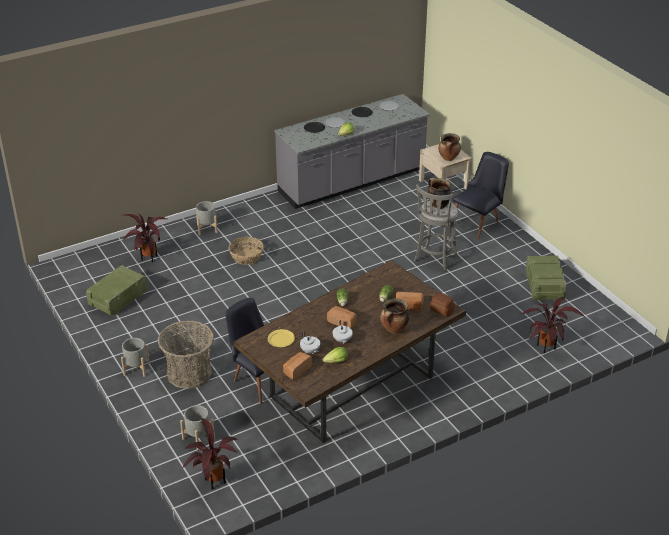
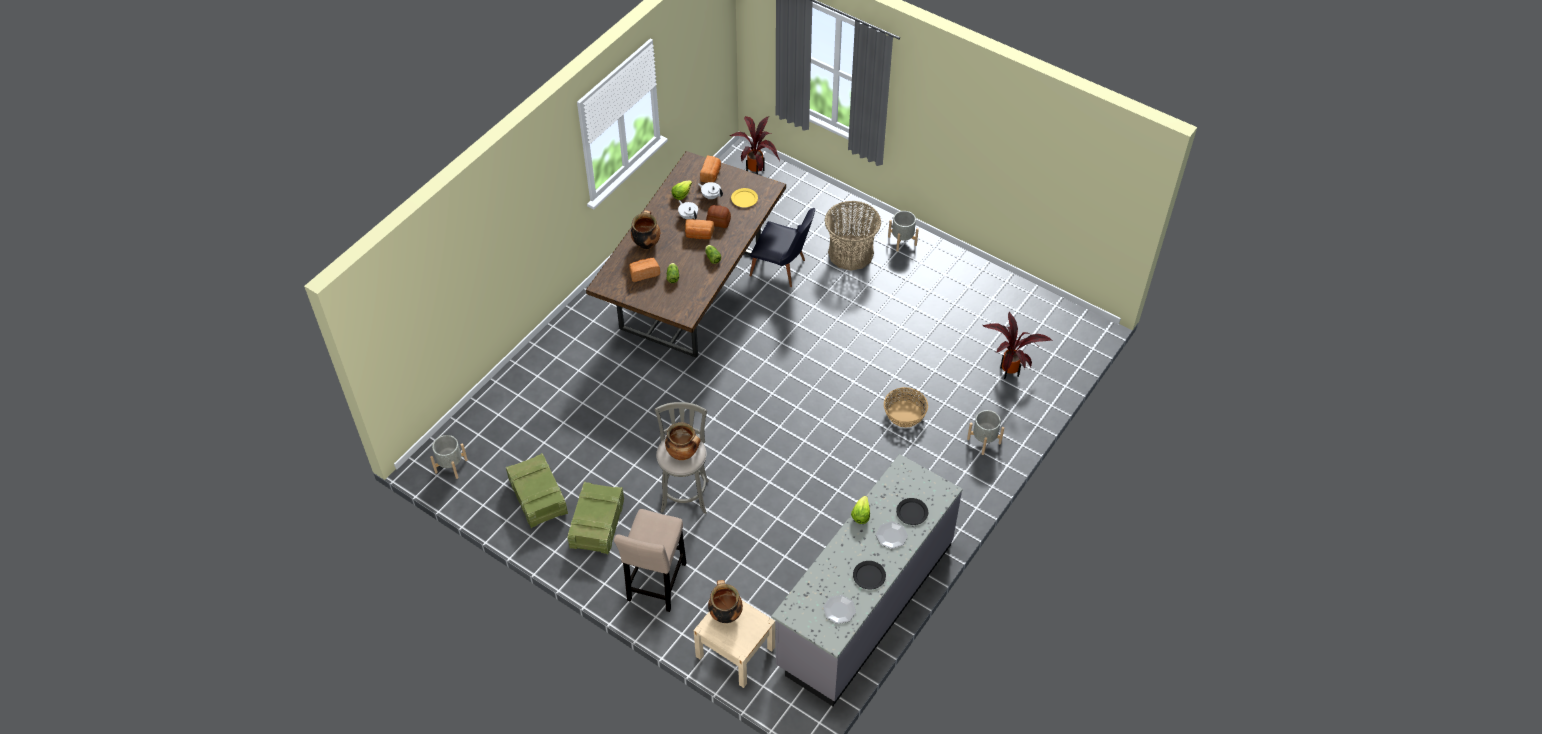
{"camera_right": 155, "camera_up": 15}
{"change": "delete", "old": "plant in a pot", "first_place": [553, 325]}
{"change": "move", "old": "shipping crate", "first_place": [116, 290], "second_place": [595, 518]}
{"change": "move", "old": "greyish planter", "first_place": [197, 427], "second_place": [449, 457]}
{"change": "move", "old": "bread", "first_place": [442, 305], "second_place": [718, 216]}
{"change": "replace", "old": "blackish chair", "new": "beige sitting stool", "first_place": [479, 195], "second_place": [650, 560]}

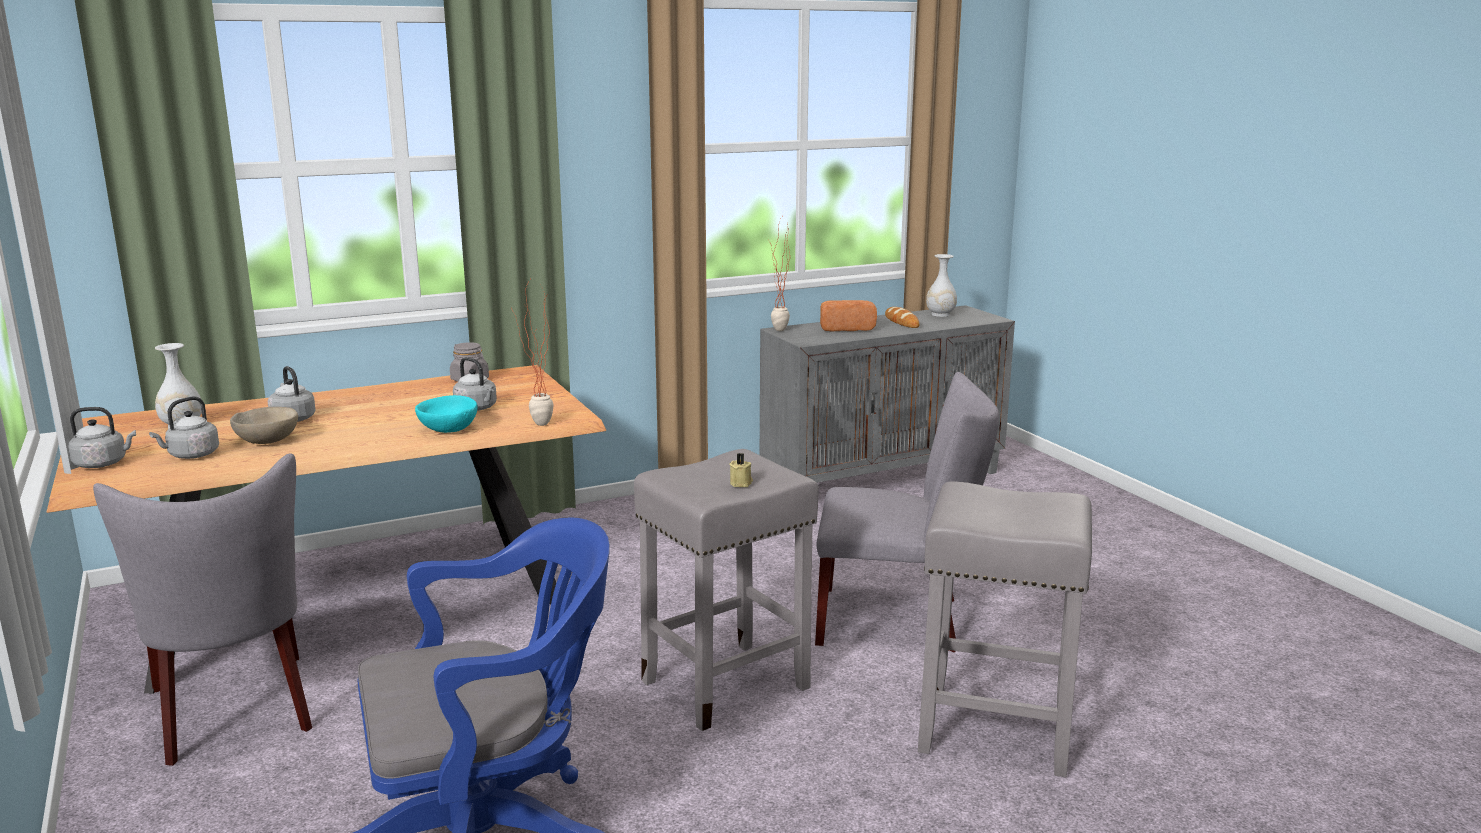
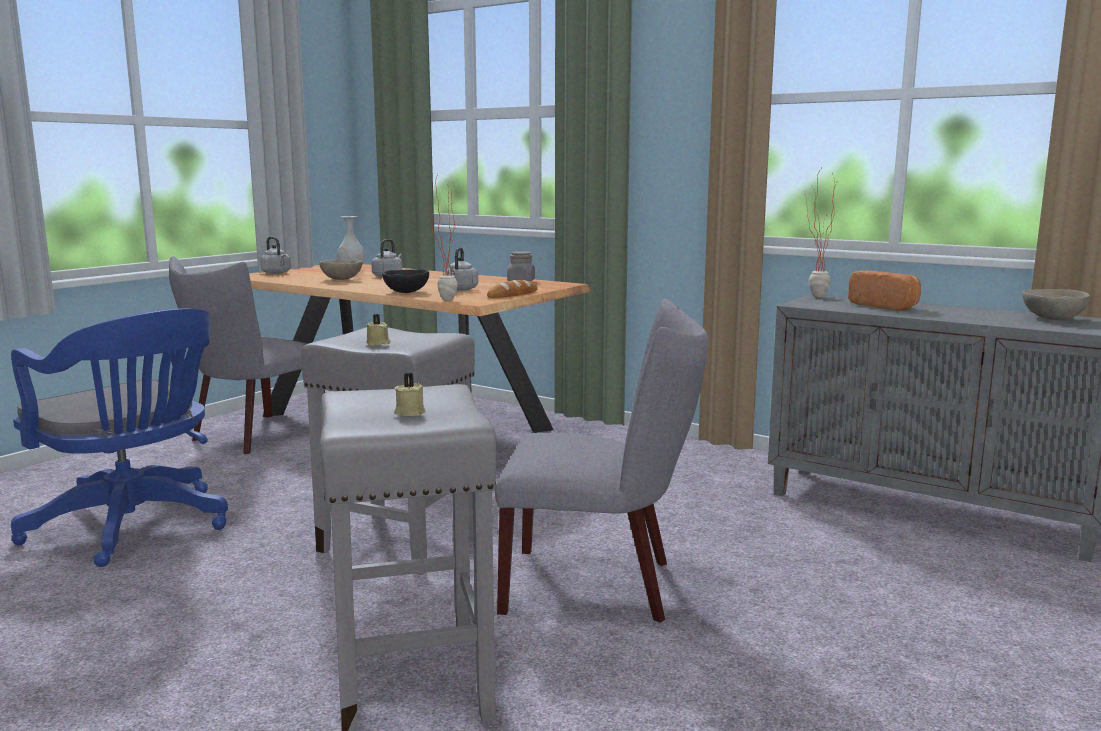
{"camera_right": 60, "camera_up": -5}
{"change": "delete", "old": "greyish tea kettle", "first_place": [184, 427]}
{"change": "insert", "new": "beige candle", "second_place": [410, 394]}
{"change": "move", "old": "bread", "first_place": [902, 317], "second_place": [512, 289]}
{"change": "replace", "old": "whitish flower vase", "new": "beige deep dish", "first_place": [941, 285], "second_place": [1056, 304]}
{"change": "recolor", "old": "blue-green deep dish", "new": "blackish deep dish", "first_place": [446, 414], "second_place": [405, 281]}
{"change": "rotate", "old": "greyish chair", "first_place": [907, 512], "second_place": [601, 461], "degrees": -60}

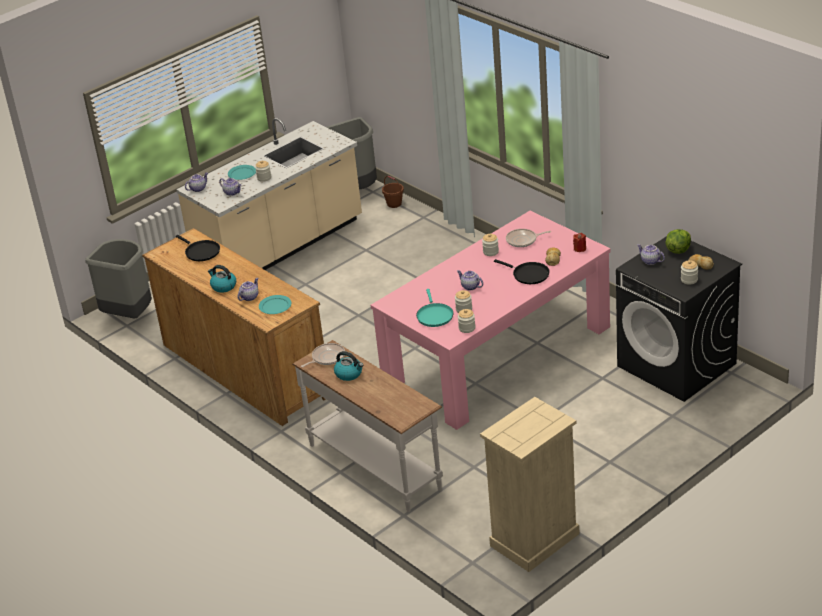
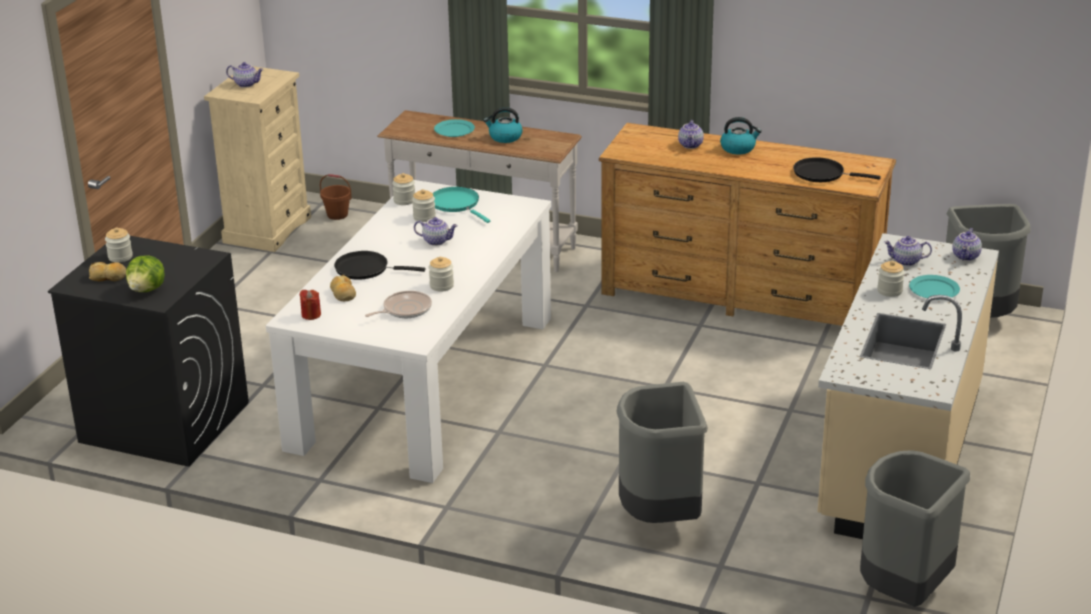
{"camera_right": 150, "camera_up": -5}
{"change": "delete", "old": "pan", "first_place": [323, 355]}
{"change": "insert", "new": "greyish rubbish bin", "second_place": [662, 452]}
{"change": "move", "old": "blue-green flat dish", "first_place": [275, 304], "second_place": [454, 128]}
{"change": "move", "old": "brownish bucket", "first_place": [393, 192], "second_place": [336, 197]}
{"change": "move", "old": "pot for tea", "first_place": [651, 254], "second_place": [244, 75]}
{"change": "recolor", "old": "pinkish dining table", "new": "whitish dining table", "first_place": [490, 320], "second_place": [408, 331]}

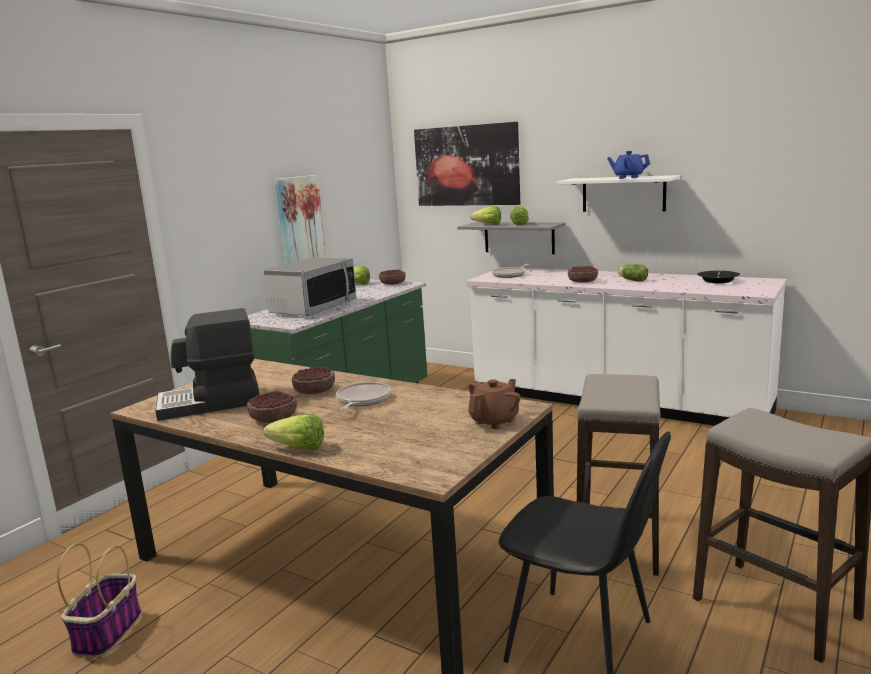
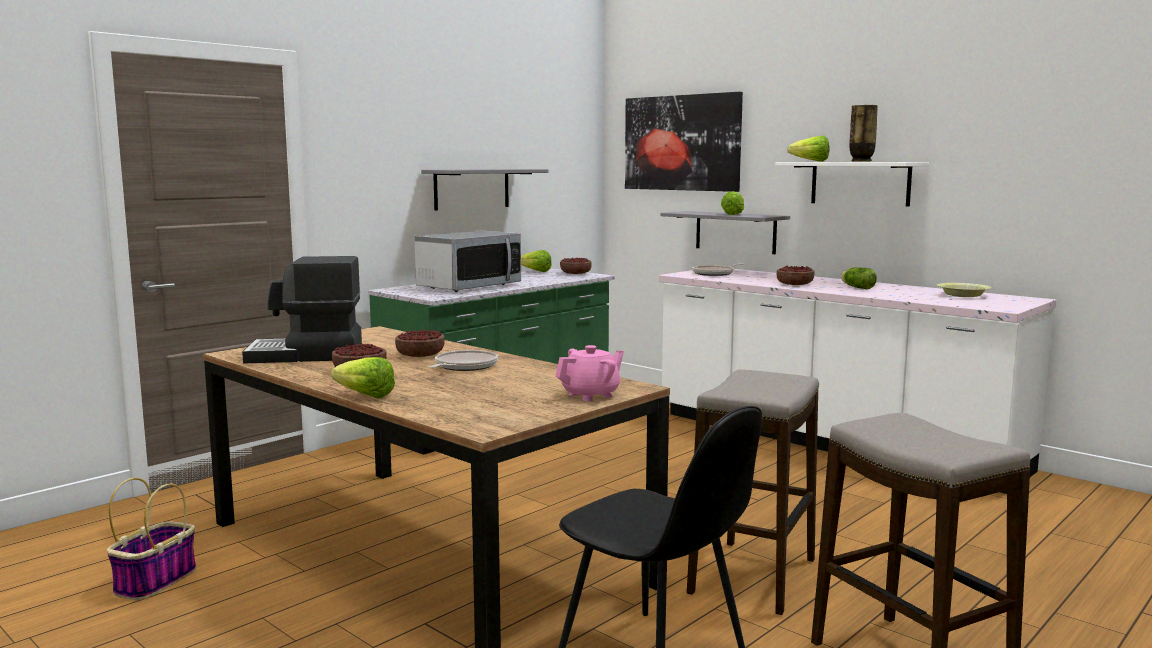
{"camera_right": 10, "camera_up": -5}
{"change": "move", "old": "lettuce", "first_place": [486, 215], "second_place": [808, 149]}
{"change": "replace", "old": "wall art", "new": "greyish shelf", "first_place": [300, 220], "second_place": [484, 189]}
{"change": "replace", "old": "blue pot for tea", "new": "flower vase", "first_place": [628, 165], "second_place": [863, 133]}
{"change": "recolor", "old": "brownish pot for tea", "new": "pinkish pot for tea", "first_place": [494, 404], "second_place": [589, 373]}
{"change": "recolor", "old": "blackish deep dish", "new": "yellow deep dish", "first_place": [718, 277], "second_place": [964, 290]}

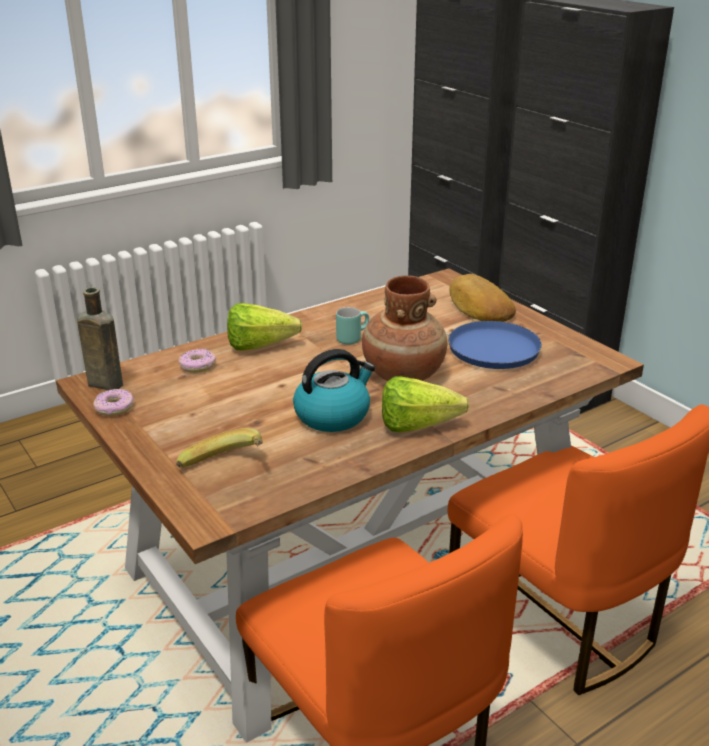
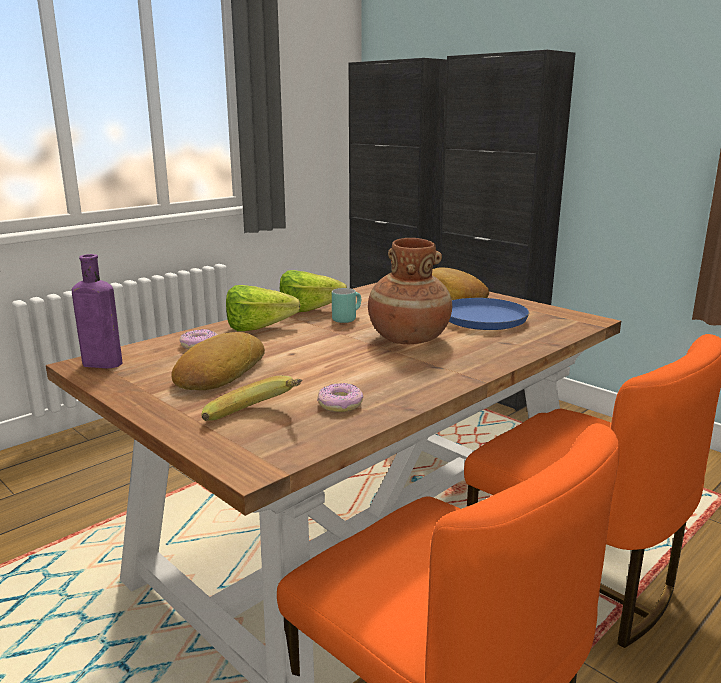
{"camera_right": -10, "camera_up": -10}
{"change": "delete", "old": "tea kettle", "first_place": [334, 390]}
{"change": "insert", "new": "bread", "second_place": [218, 361]}
{"change": "move", "old": "ring doughnut", "first_place": [113, 402], "second_place": [340, 397]}
{"change": "move", "old": "lettuce", "first_place": [425, 404], "second_place": [313, 291]}
{"change": "recolor", "old": "brownish bottle", "new": "purplish bottle", "first_place": [100, 338], "second_place": [97, 311]}

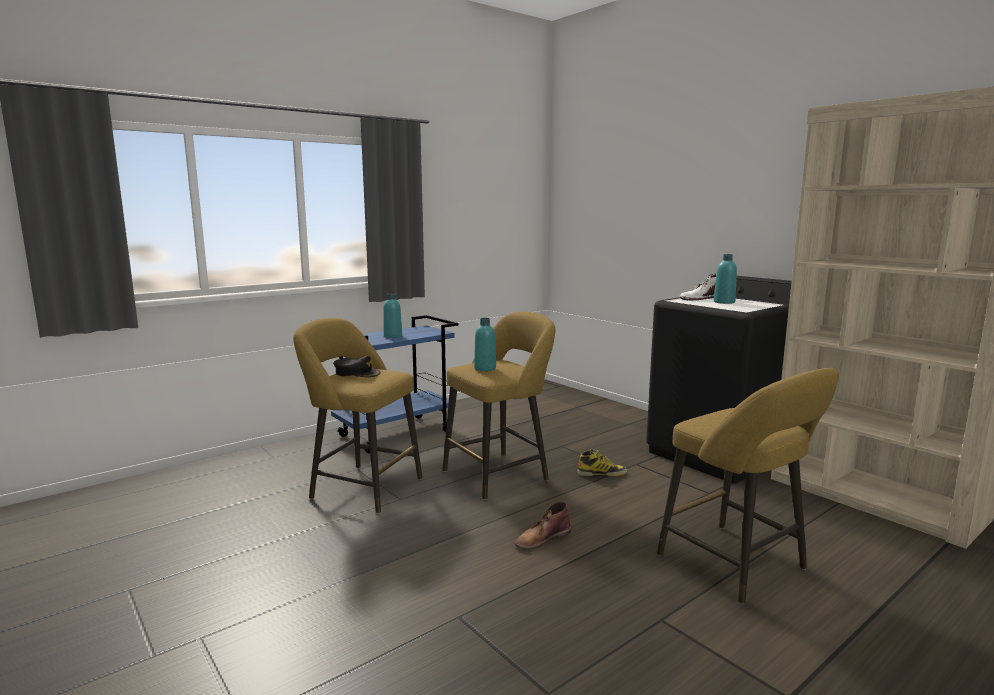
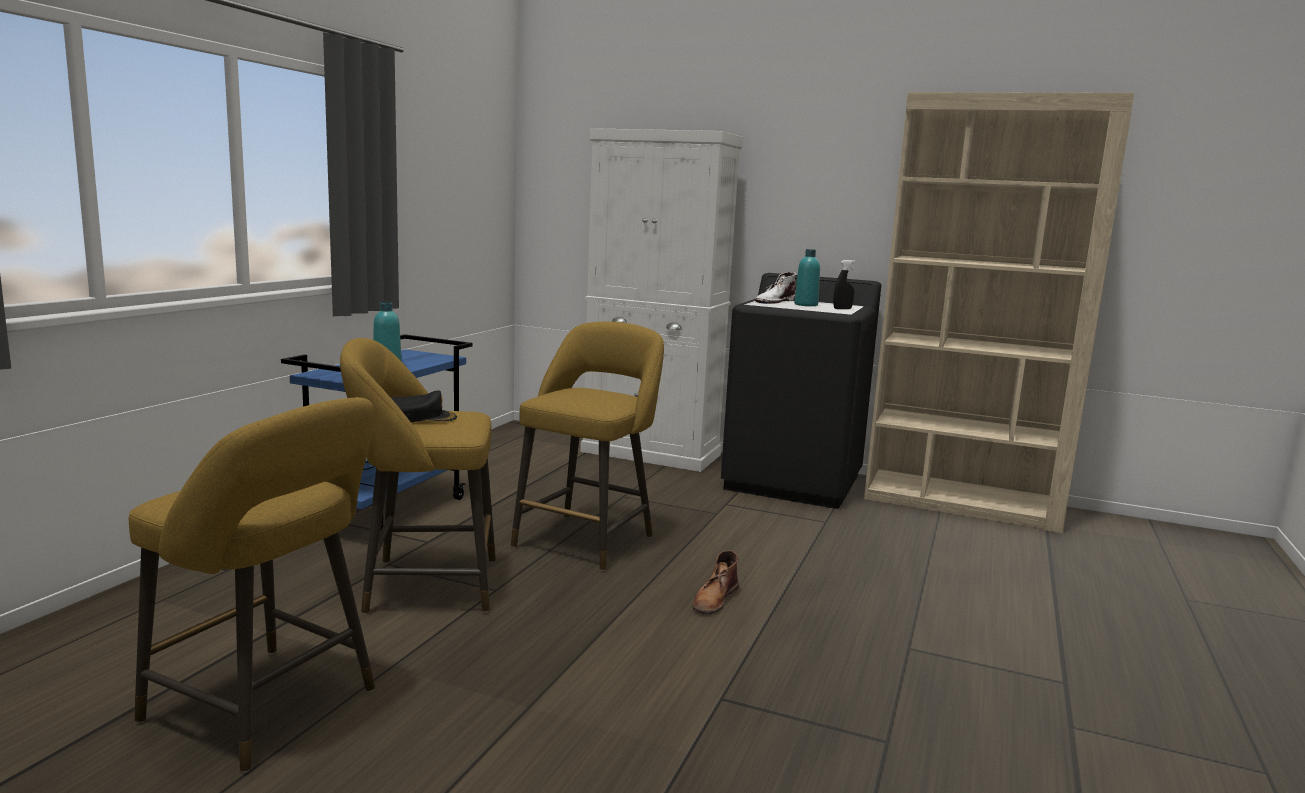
{"camera_right": -30, "camera_up": 0}
{"change": "delete", "old": "blue-green bottle", "first_place": [485, 344]}
{"change": "delete", "old": "tall boot", "first_place": [602, 462]}
{"change": "insert", "new": "whitish storage cabinet", "second_place": [661, 300]}
{"change": "insert", "new": "blackish sprayer", "second_place": [844, 284]}
{"change": "move", "old": "yellow sitting stool", "first_place": [748, 486], "second_place": [252, 584]}

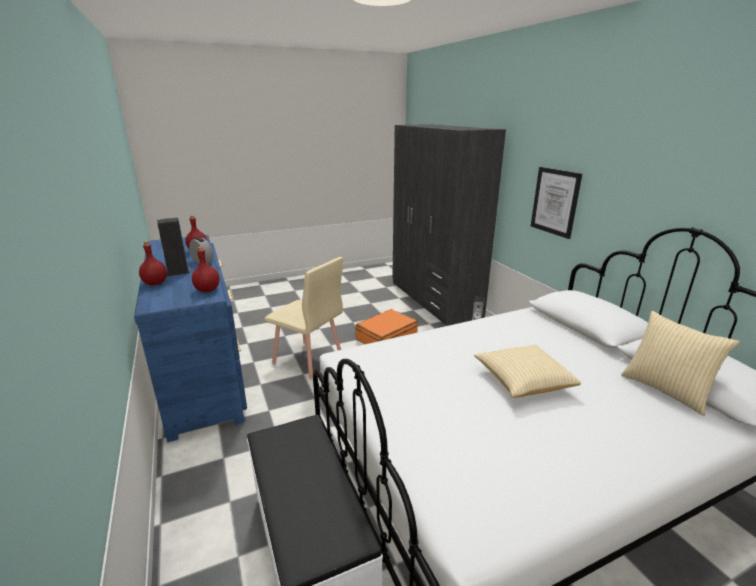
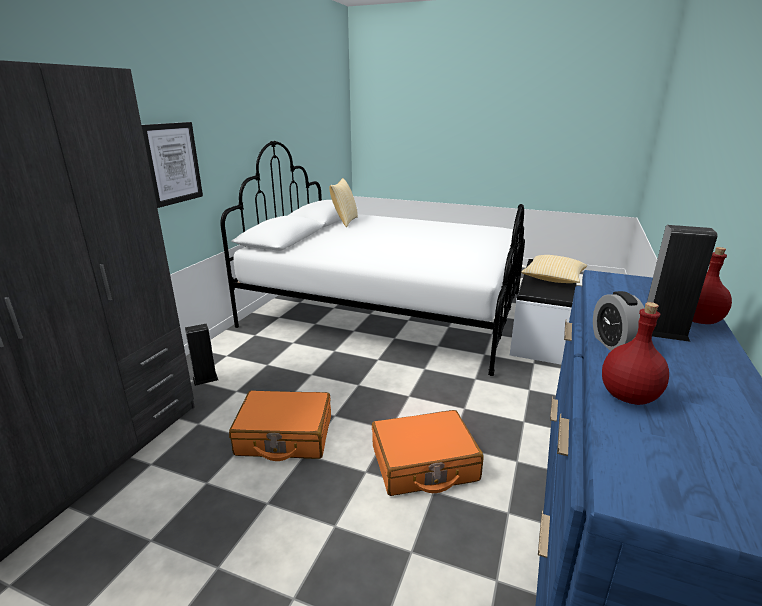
{"camera_right": -135, "camera_up": 0}
{"change": "delete", "old": "red-coloured bottle", "first_place": [206, 269]}
{"change": "move", "old": "pillow", "first_place": [527, 371], "second_place": [554, 269]}
{"change": "replace", "old": "beige chair", "new": "orange piece of luggage", "first_place": [303, 318], "second_place": [427, 453]}

